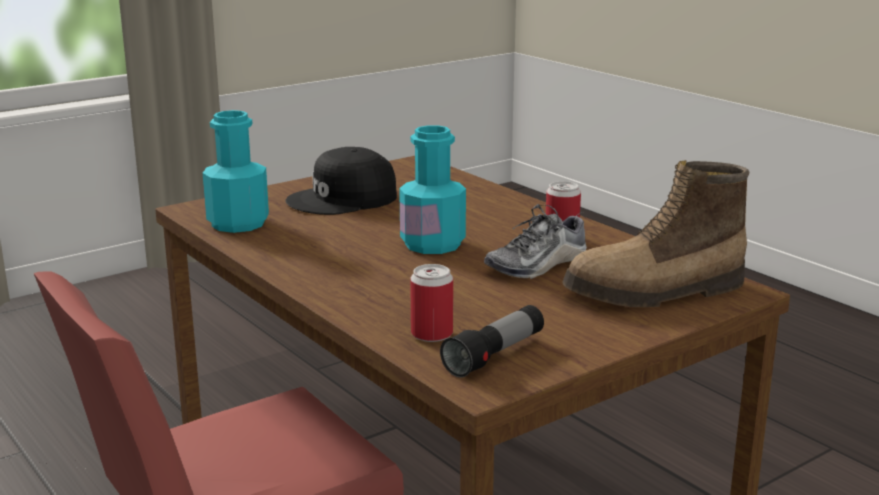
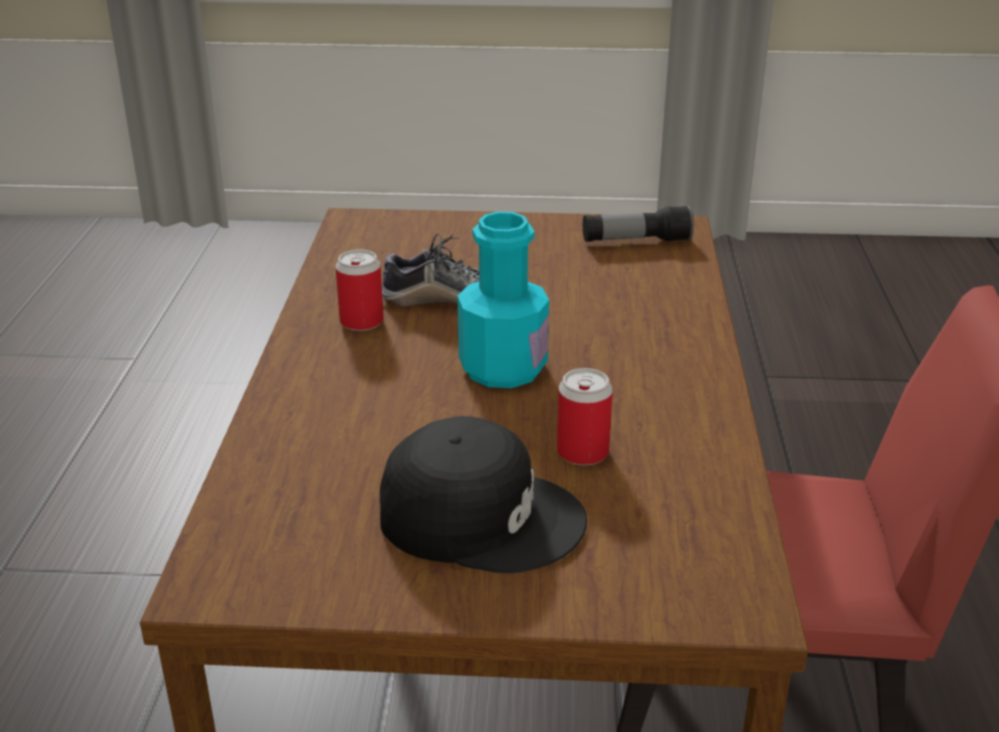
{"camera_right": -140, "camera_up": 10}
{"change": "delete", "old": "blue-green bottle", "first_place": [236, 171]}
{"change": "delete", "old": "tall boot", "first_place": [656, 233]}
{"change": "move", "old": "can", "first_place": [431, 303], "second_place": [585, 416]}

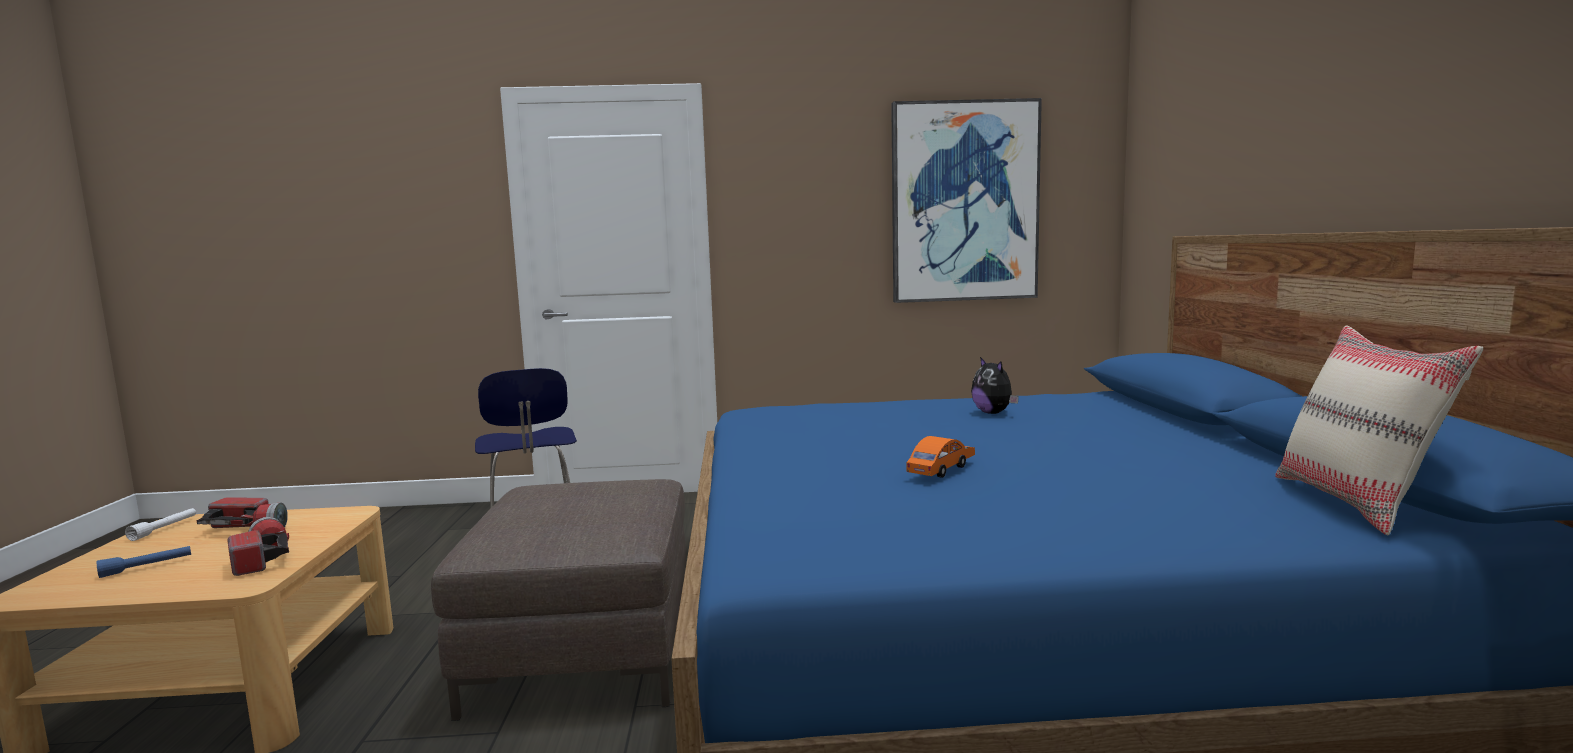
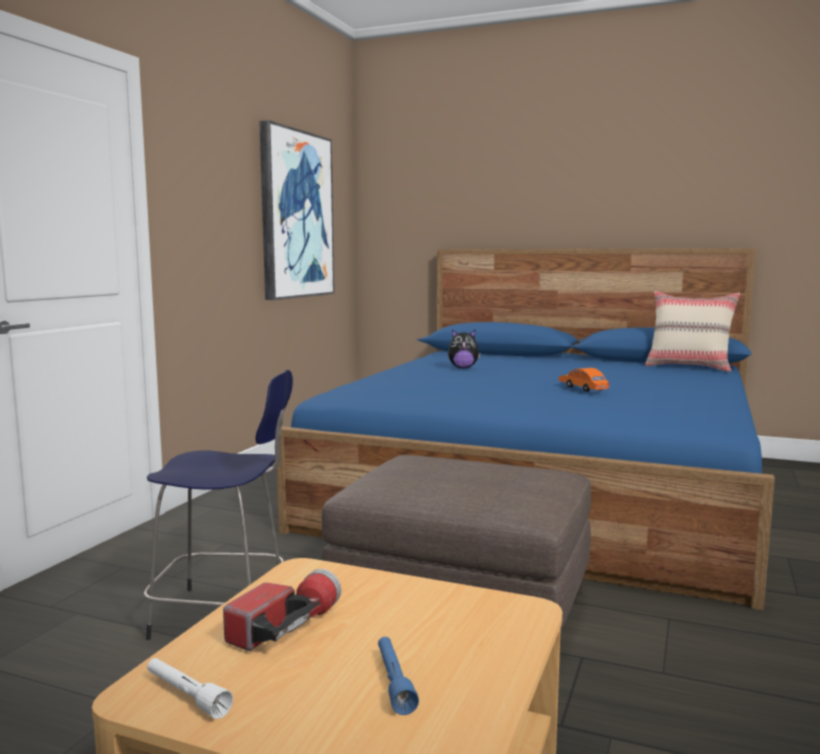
{"camera_right": -65, "camera_up": 0}
{"change": "delete", "old": "torch", "first_place": [258, 546]}

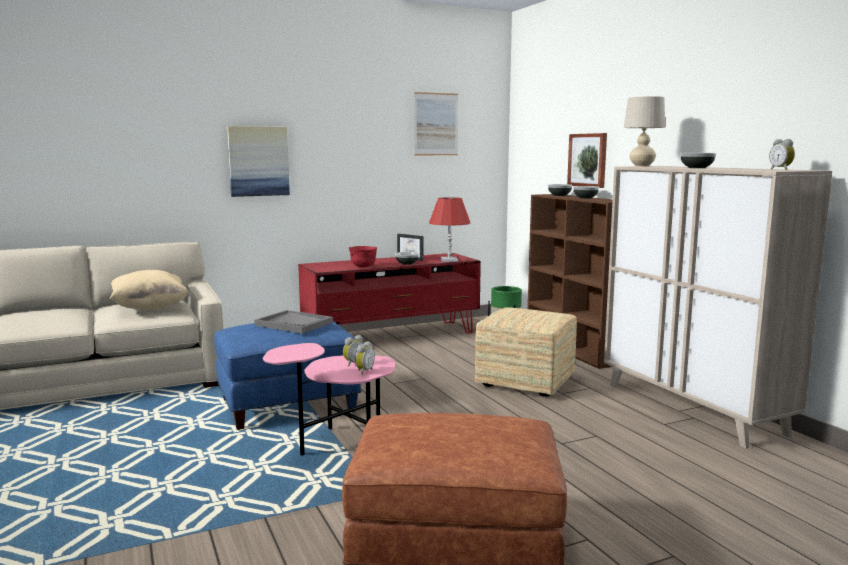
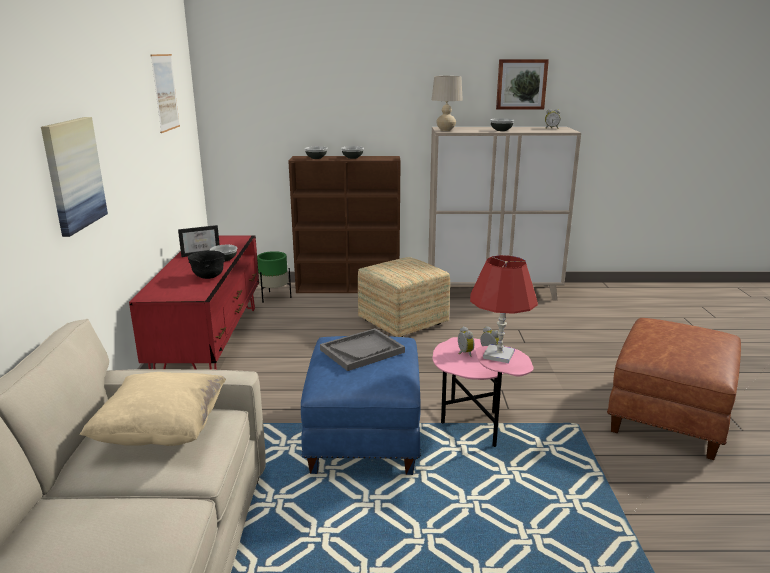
{"camera_right": -65, "camera_up": 10}
{"change": "move", "old": "red-coloured tabletop lamp", "first_place": [449, 229], "second_place": [504, 309]}
{"change": "move", "old": "wall art", "first_place": [587, 160], "second_place": [522, 84]}
{"change": "recolor", "old": "red-coloured deep dish", "new": "blackish deep dish", "first_place": [363, 256], "second_place": [206, 264]}

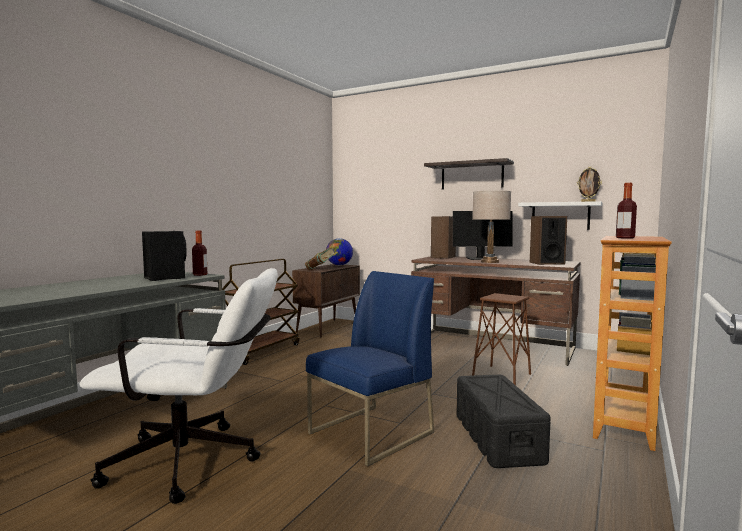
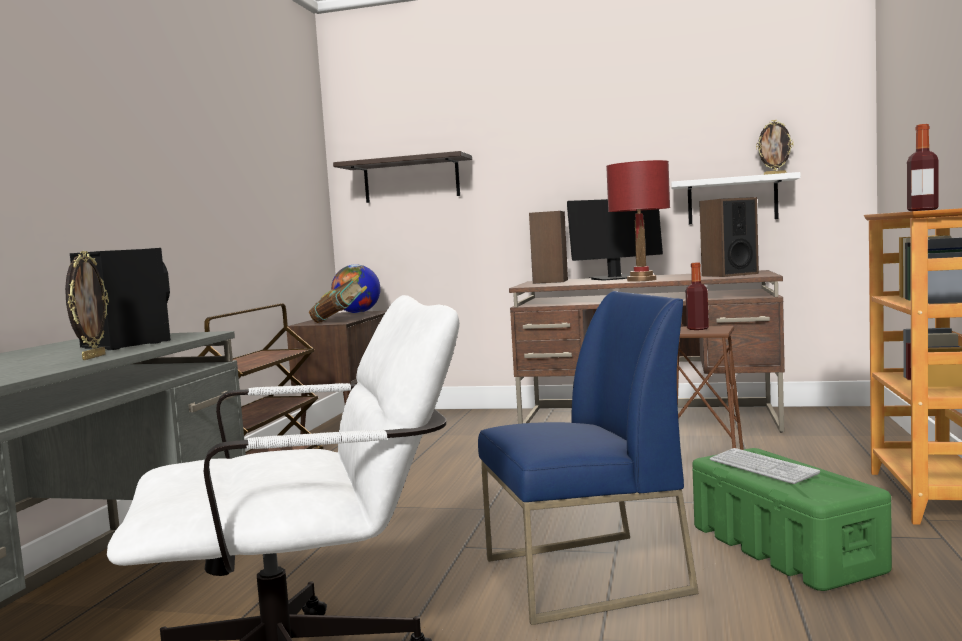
{"camera_right": -15, "camera_up": 0}
{"change": "insert", "new": "photo frame", "second_place": [87, 305]}
{"change": "insert", "new": "PC keyboard", "second_place": [765, 466]}
{"change": "move", "old": "bottle", "first_place": [199, 253], "second_place": [697, 296]}
{"change": "move", "old": "shelf", "first_place": [469, 173], "second_place": [402, 177]}
{"change": "recolor", "old": "blackish storage box", "new": "greenish storage box", "first_place": [504, 421], "second_place": [792, 519]}
{"change": "recolor", "old": "beige tabletop lamp", "new": "red-coloured tabletop lamp", "first_place": [491, 227], "second_place": [638, 221]}
{"change": "rotate", "old": "blue chair", "first_place": [370, 369], "second_place": [588, 458], "degrees": 45}

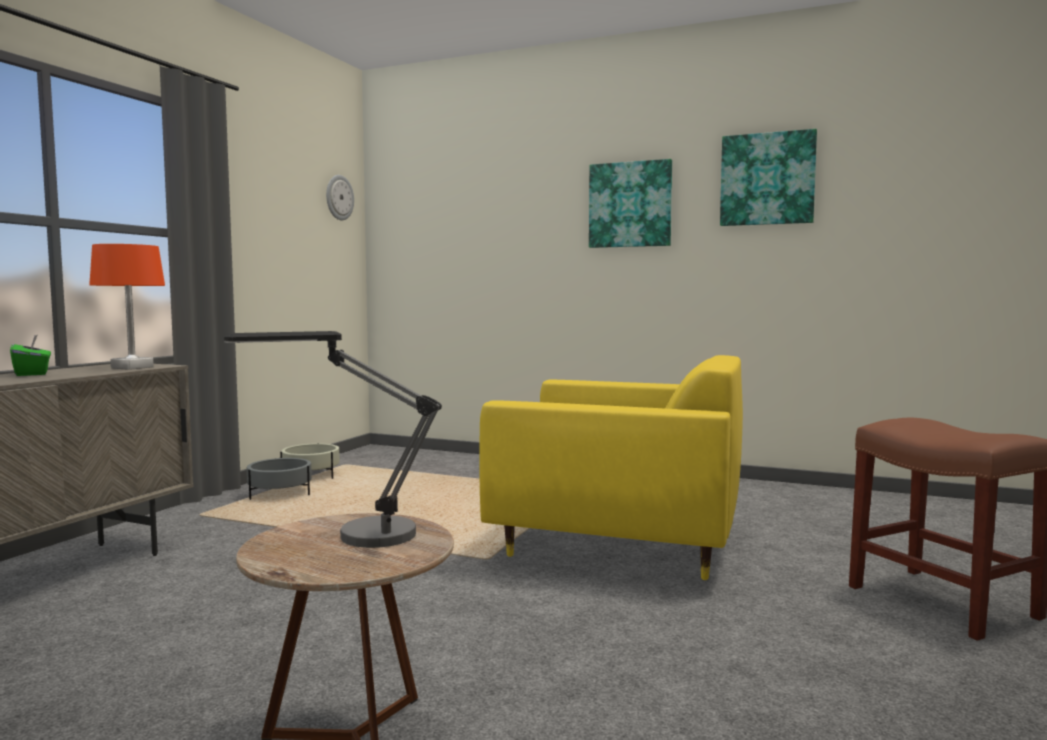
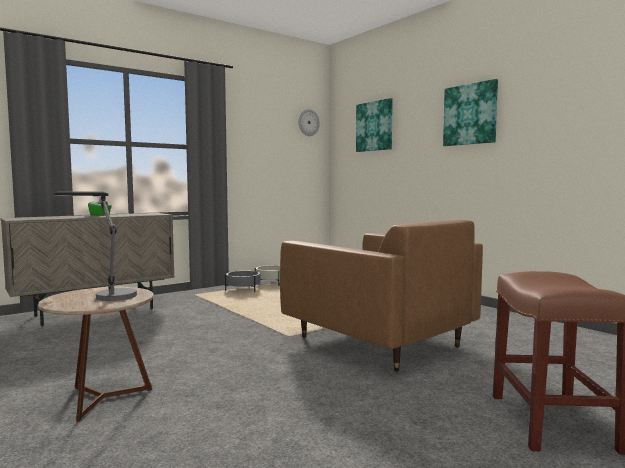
{"camera_right": 30, "camera_up": 0}
{"change": "delete", "old": "orange tabletop lamp", "first_place": [127, 307]}
{"change": "move", "old": "wall art", "first_place": [768, 177], "second_place": [374, 125]}
{"change": "recolor", "old": "yellow easy chair", "new": "brownish easy chair", "first_place": [611, 467], "second_place": [381, 296]}

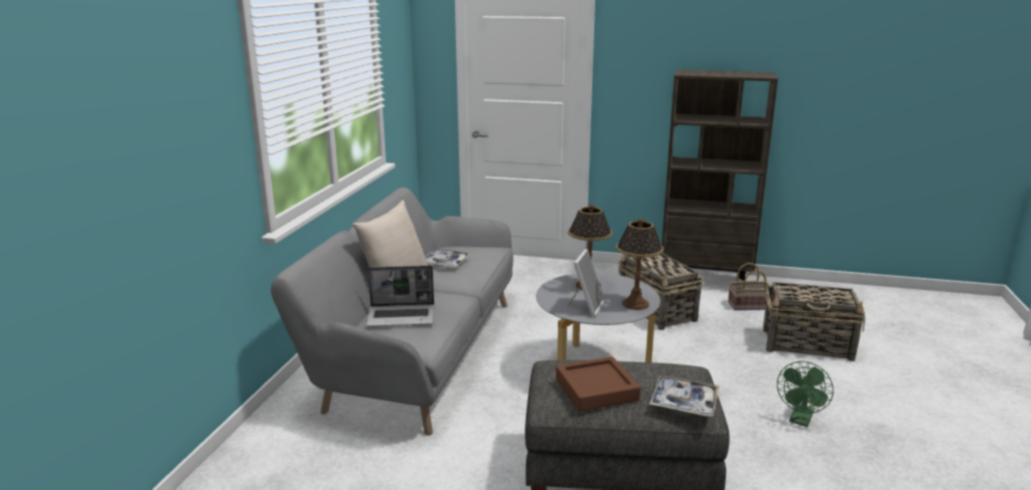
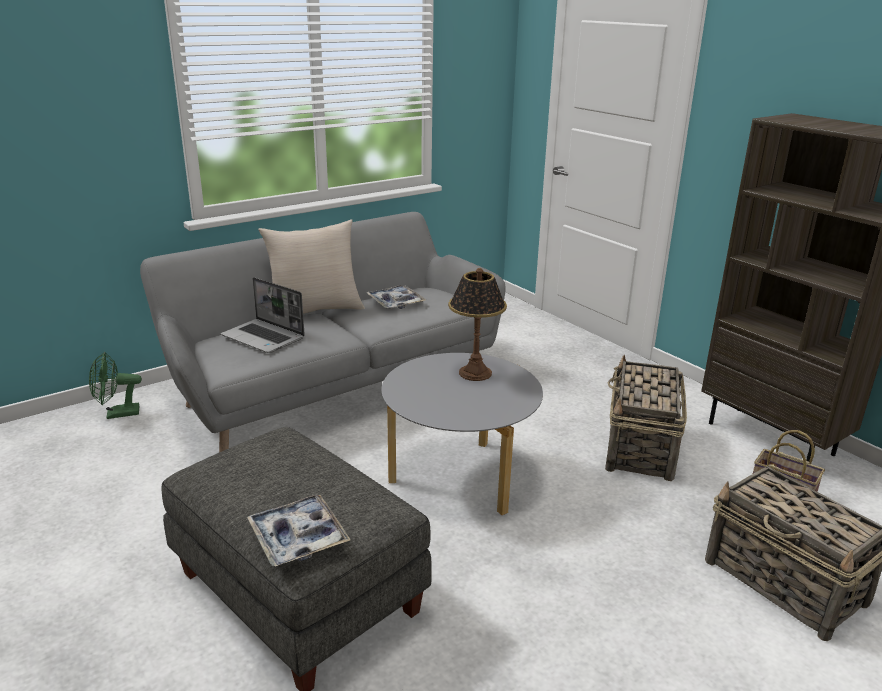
{"camera_right": 40, "camera_up": 5}
{"change": "delete", "old": "brownish serving tray", "first_place": [598, 384]}
{"change": "delete", "old": "photo frame", "first_place": [586, 283]}
{"change": "delete", "old": "tabletop lamp", "first_place": [639, 264]}
{"change": "move", "old": "greenish fan", "first_place": [805, 394], "second_place": [115, 385]}

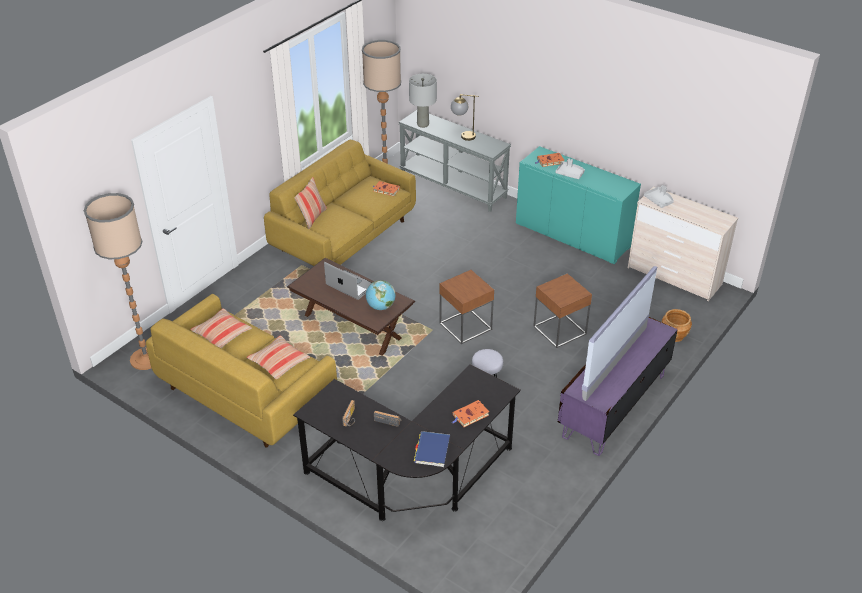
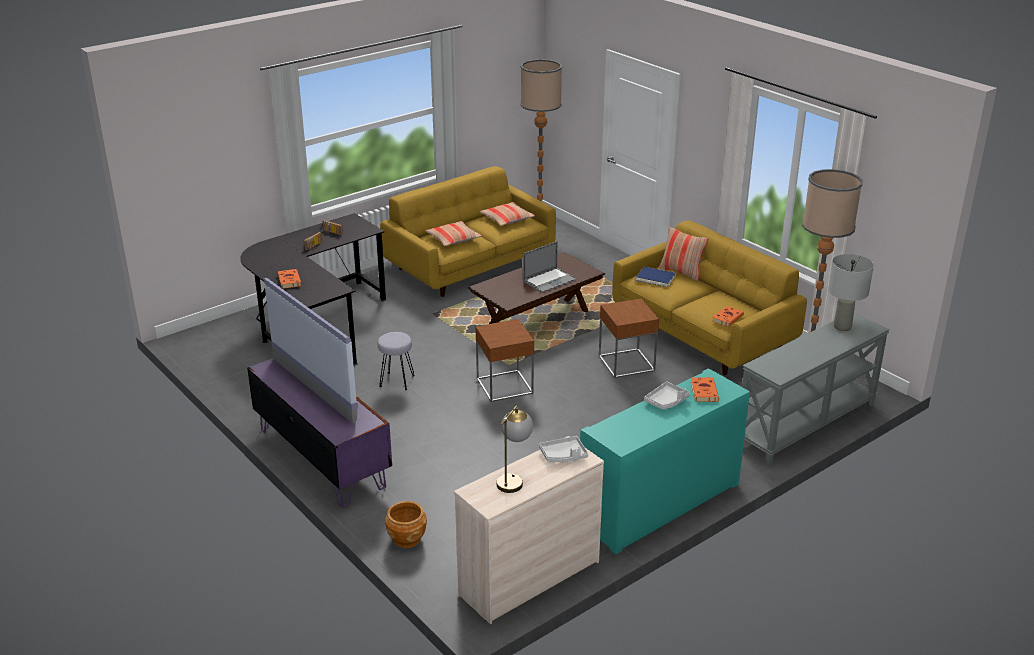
{"camera_right": 105, "camera_up": -10}
{"change": "delete", "old": "globe", "first_place": [380, 295]}
{"change": "move", "old": "blue volume", "first_place": [432, 449], "second_place": [656, 276]}
{"change": "move", "old": "tabletop lamp", "first_place": [465, 117], "second_place": [515, 449]}
{"change": "move", "old": "brownish accent table", "first_place": [562, 310], "second_place": [629, 338]}

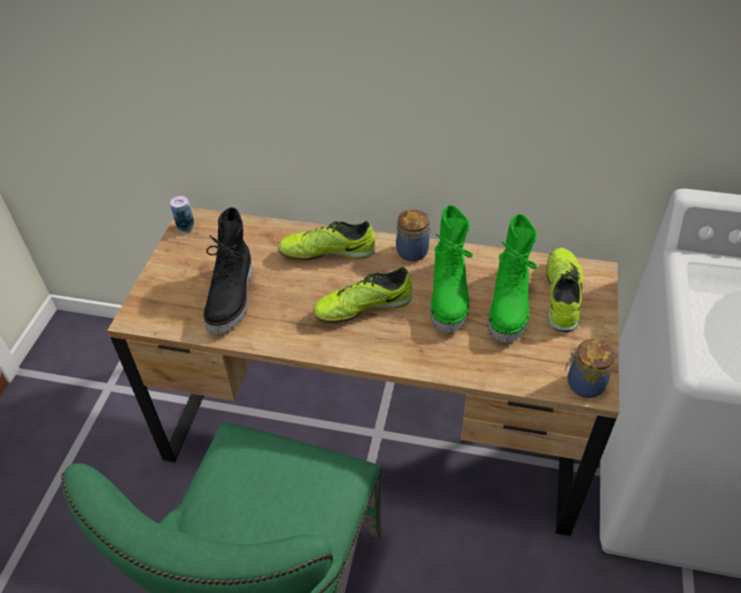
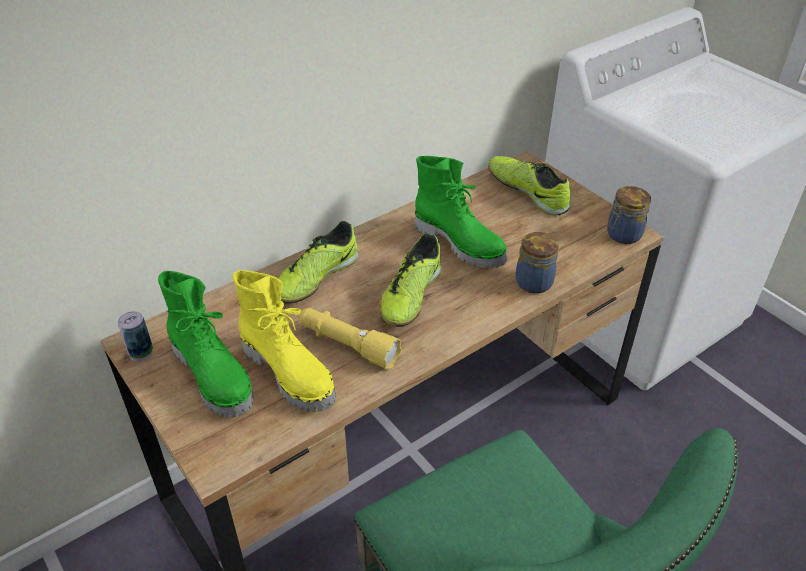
{"camera_right": -50, "camera_up": -5}
{"change": "insert", "new": "yellow torch", "second_place": [350, 338]}
{"change": "move", "old": "storage jar", "first_place": [413, 235], "second_place": [537, 262]}
{"change": "move", "old": "greenish tall boot", "first_place": [512, 278], "second_place": [205, 344]}
{"change": "recolor", "old": "blackish tall boot", "new": "yellow tall boot", "first_place": [228, 270], "second_place": [284, 341]}

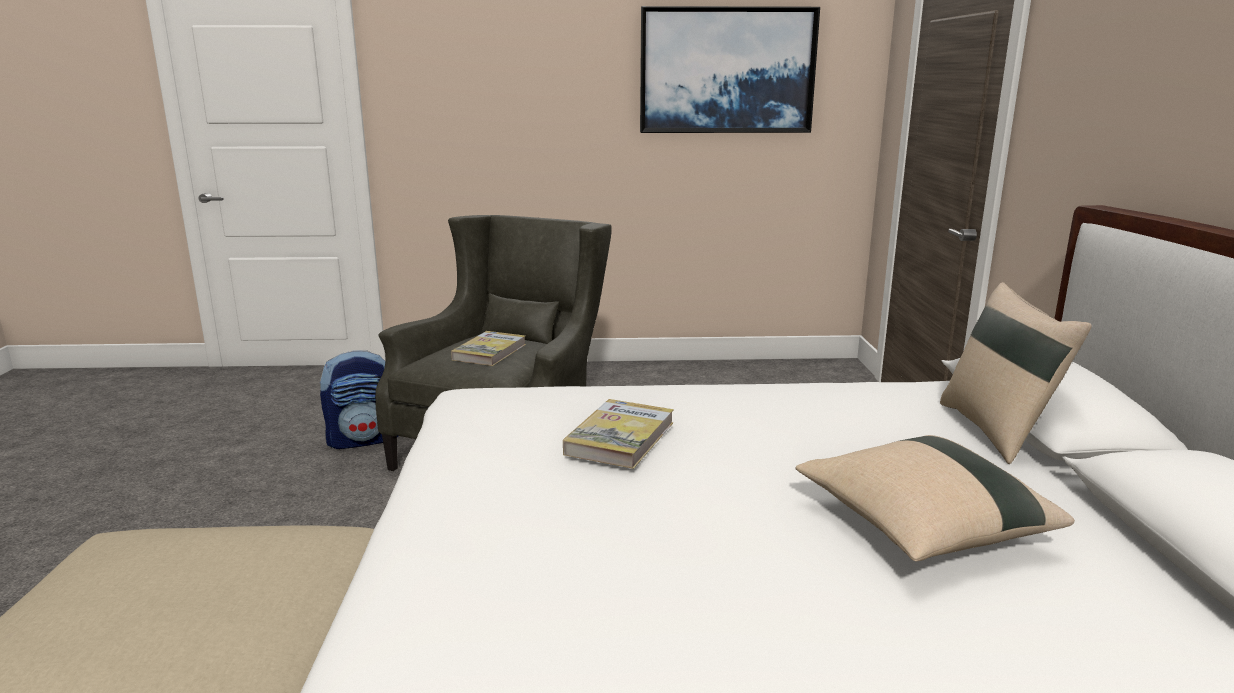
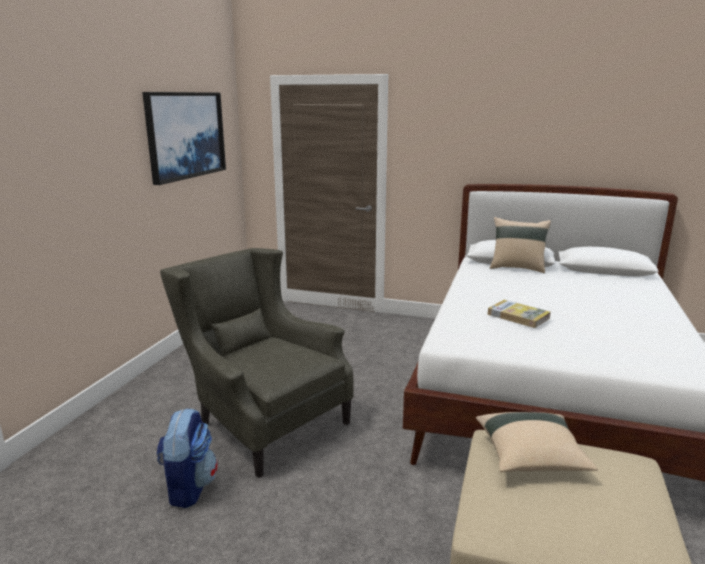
{"camera_right": -70, "camera_up": 0}
{"change": "delete", "old": "volume", "first_place": [488, 348]}
{"change": "move", "old": "beige pillow", "first_place": [935, 498], "second_place": [537, 442]}

